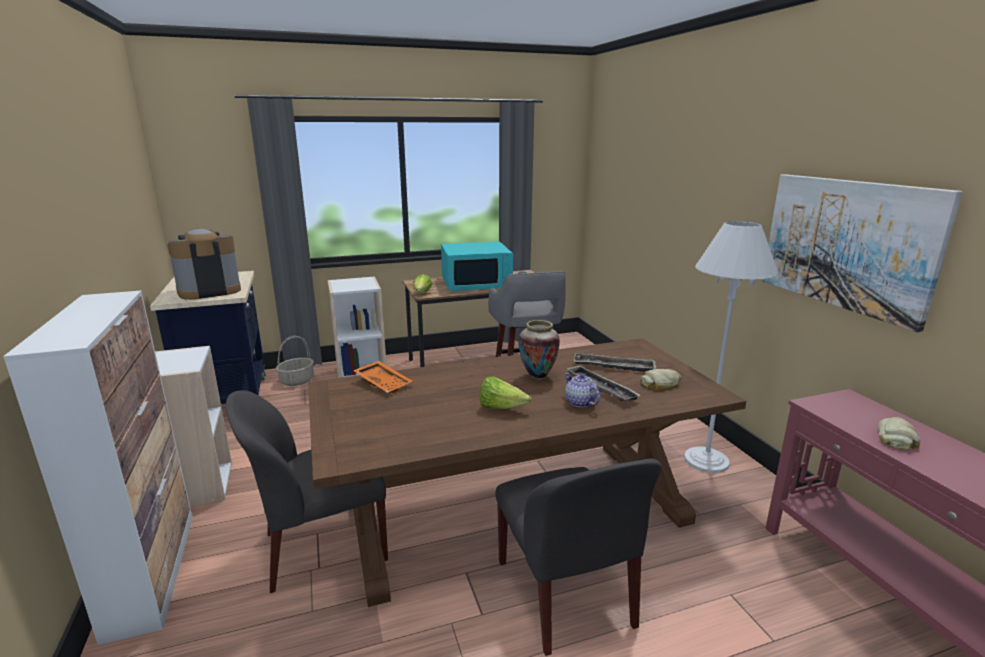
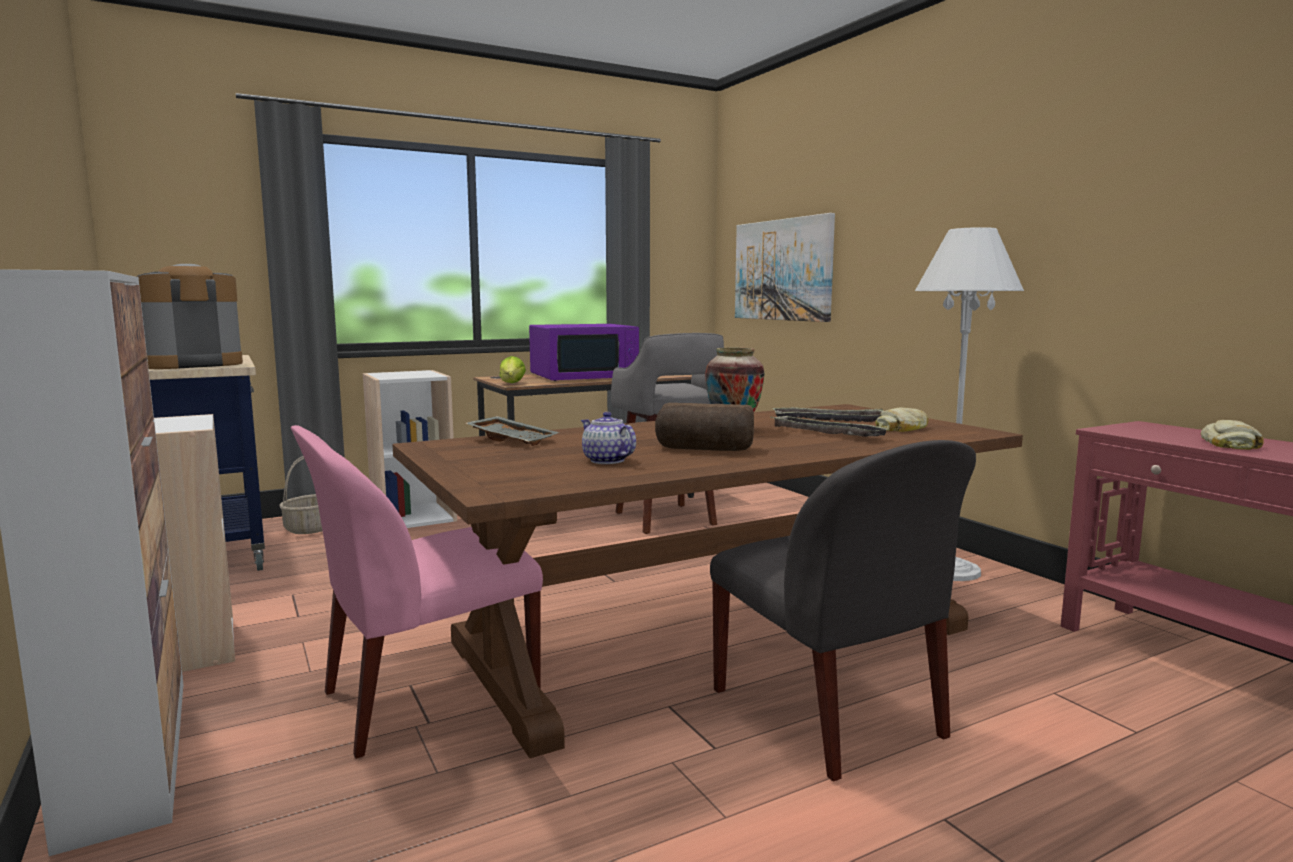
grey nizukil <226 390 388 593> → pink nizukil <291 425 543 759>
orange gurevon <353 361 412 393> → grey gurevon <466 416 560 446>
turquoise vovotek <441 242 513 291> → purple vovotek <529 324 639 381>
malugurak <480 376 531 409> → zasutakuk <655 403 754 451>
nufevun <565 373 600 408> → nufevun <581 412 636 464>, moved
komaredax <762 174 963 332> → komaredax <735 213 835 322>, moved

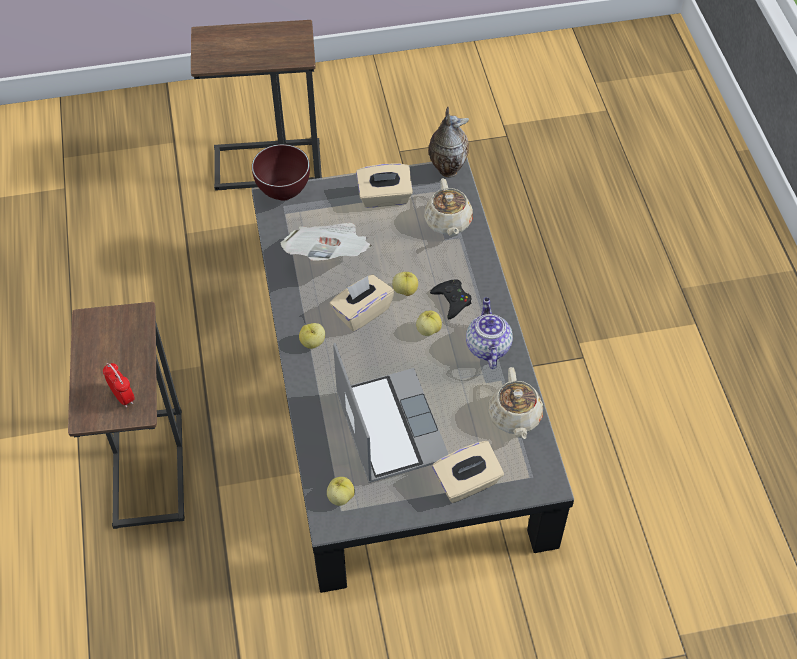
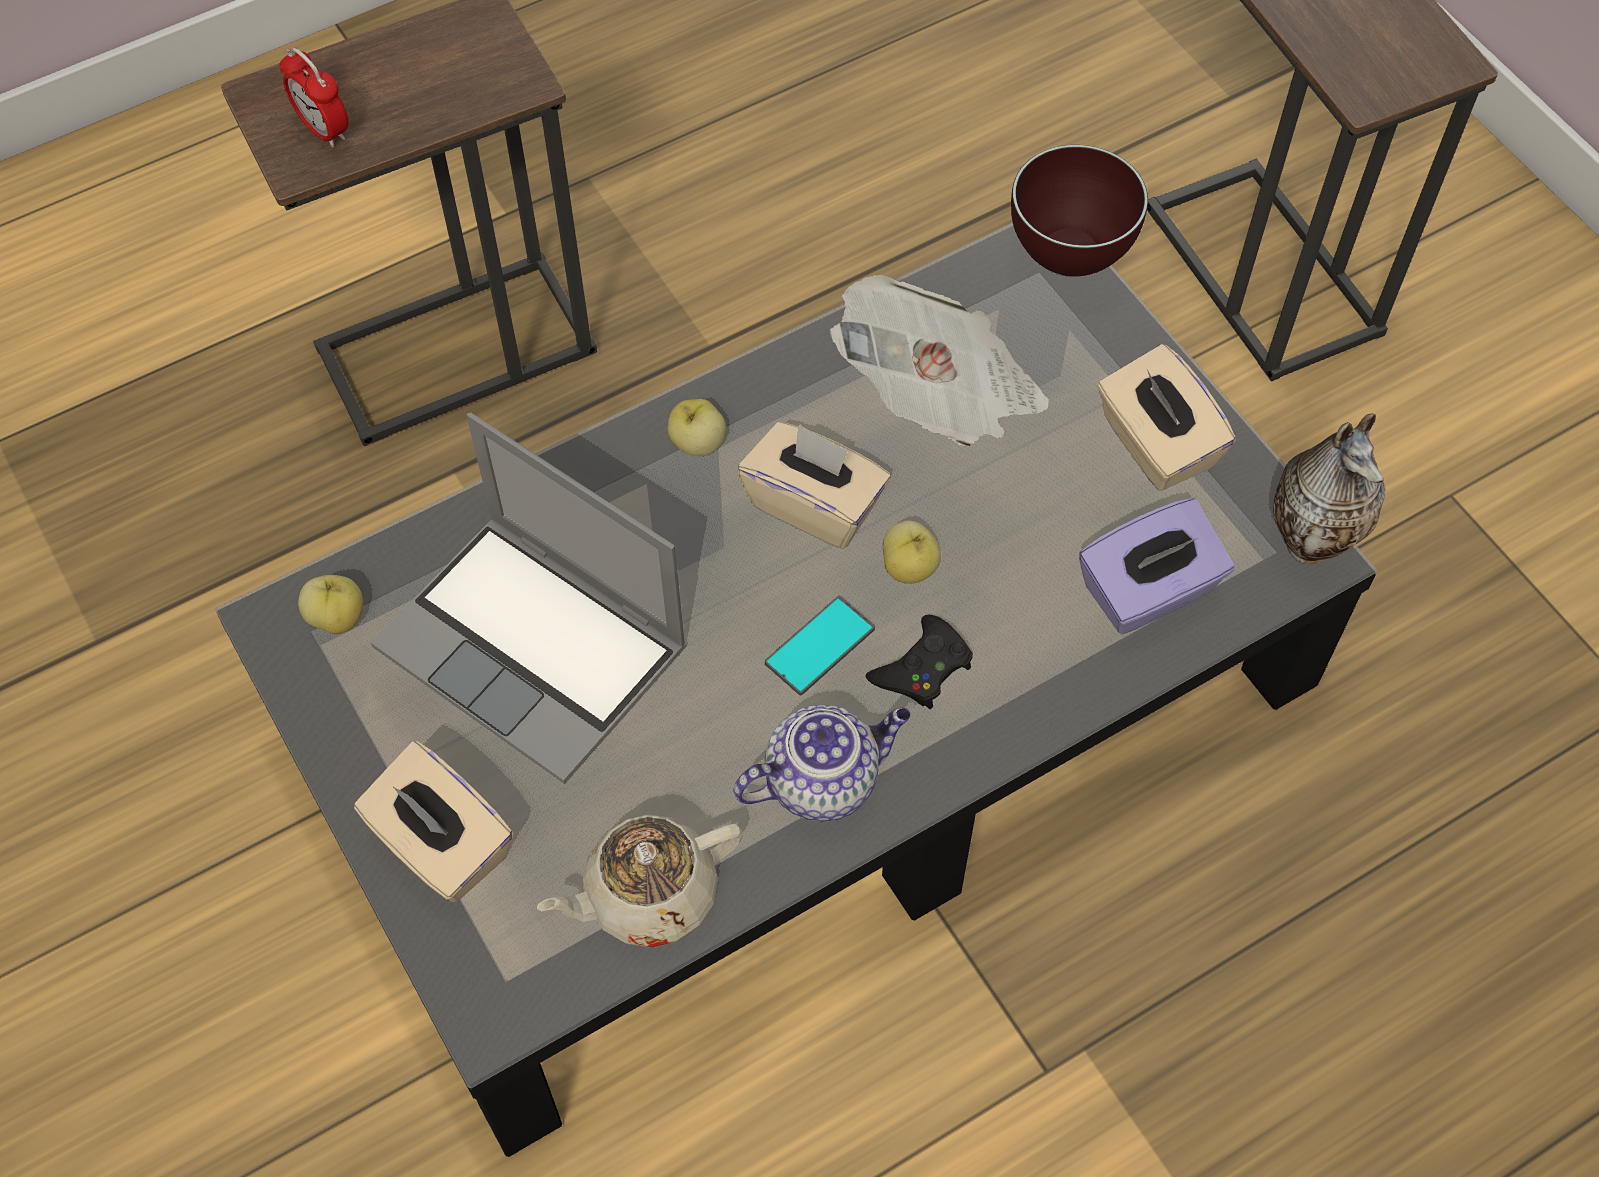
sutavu <103 363 135 408> → sutavu <279 48 349 147>, 105 degrees clockwise
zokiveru <333 343 449 483> → zokiveru <371 413 687 784>, 75 degrees clockwise
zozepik <416 311 442 336> → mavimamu <765 596 875 695>
beige nufevun <424 178 473 237> → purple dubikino <1079 498 1234 635>

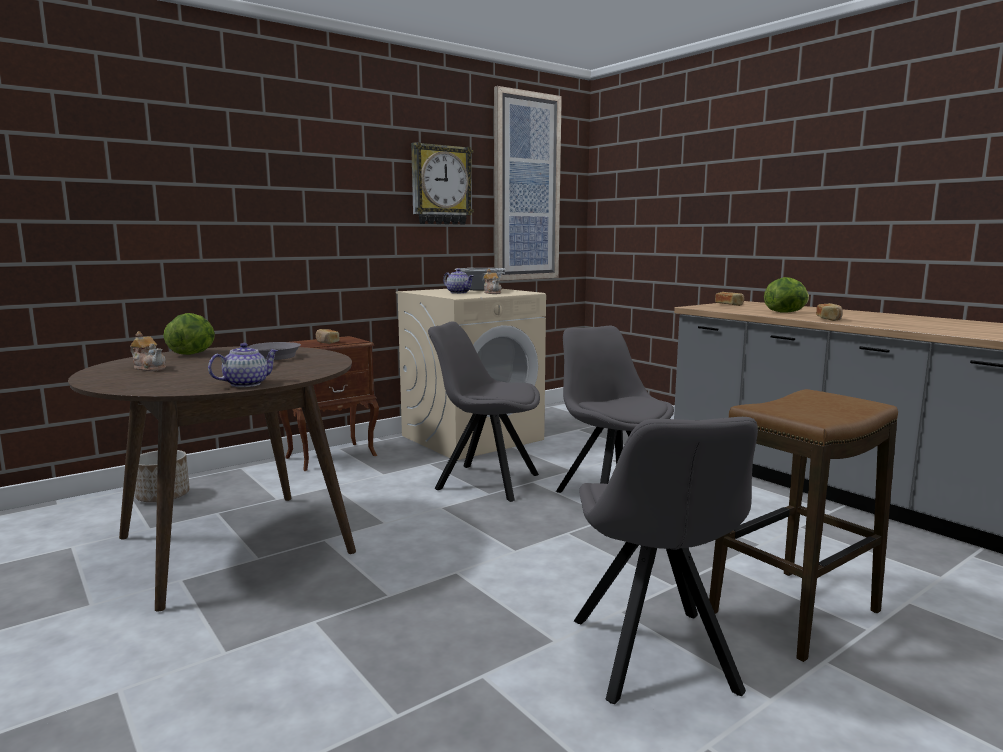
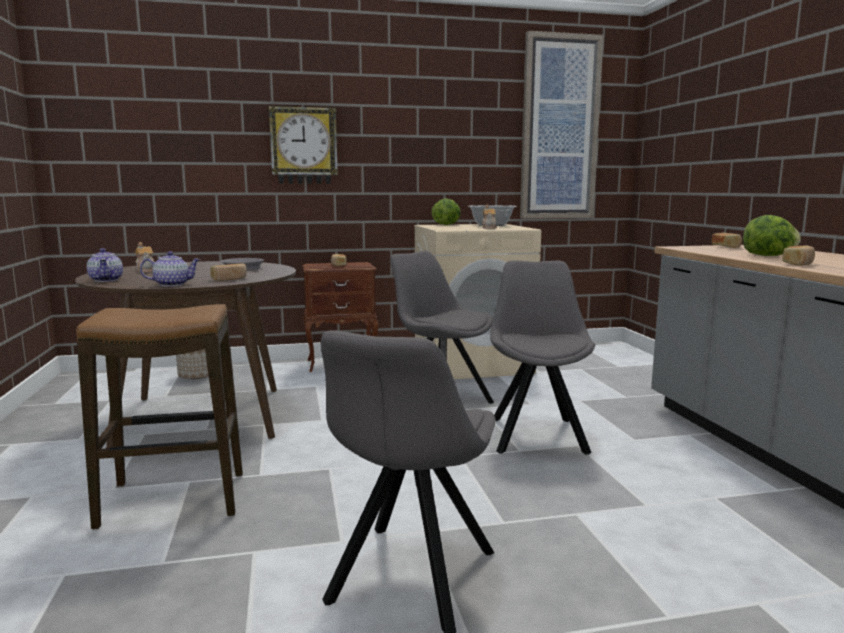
malugurak <163 313 215 355> → malugurak <431 198 461 225>, moved
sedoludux <411 142 474 224> → sedoludux <269 106 338 184>, moved
nufevun <443 269 474 294> → nufevun <87 248 123 282>, moved
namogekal <709 389 898 662> → namogekal <76 304 243 530>, moved
- → zasutakuk <210 263 246 281>

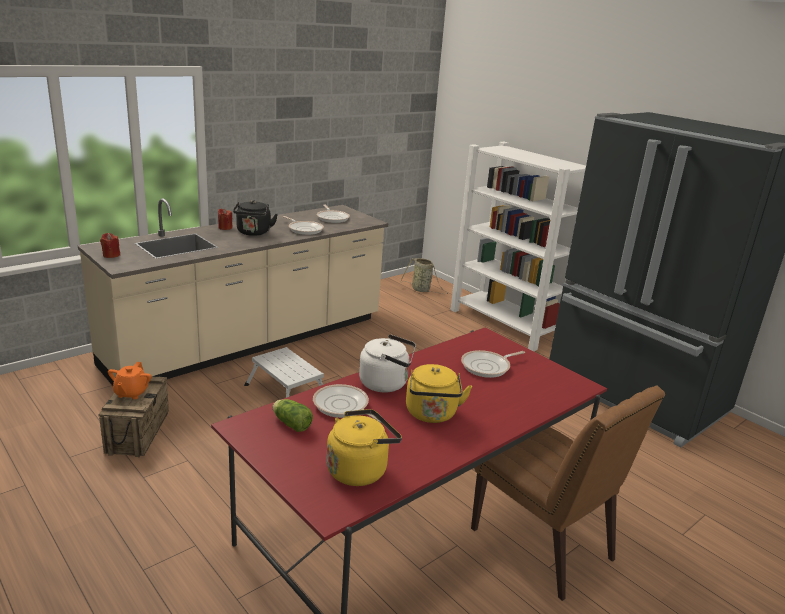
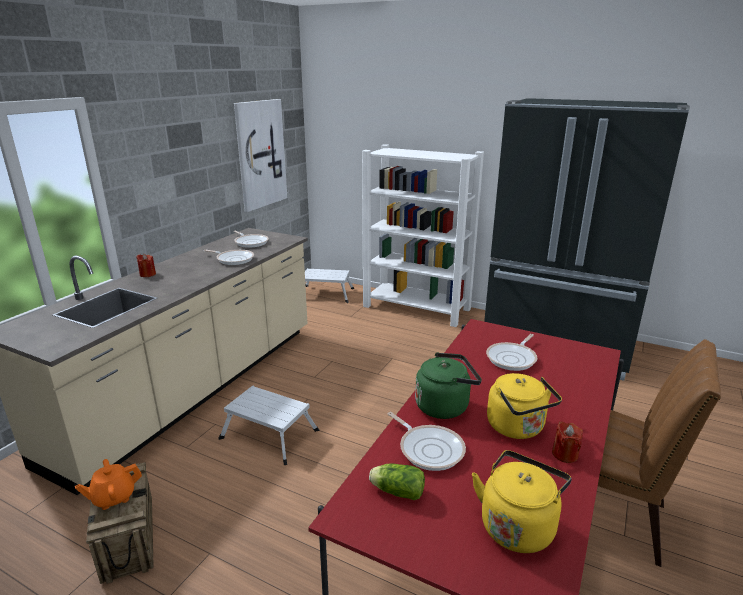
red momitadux <100 233 120 258> → red momitadux <552 421 583 463>, moved
orange nufevun <108 362 151 399> → orange nufevun <75 459 142 510>, 75 degrees clockwise
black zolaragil <233 200 278 236> → -
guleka <313 384 381 423> → guleka <388 412 466 471>, 150 degrees counterclockwise
white zolaragil <359 334 416 392> → green zolaragil <415 353 482 419>
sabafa <400 258 448 294> → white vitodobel <305 268 354 303>
- → komaredax <234 99 287 212>

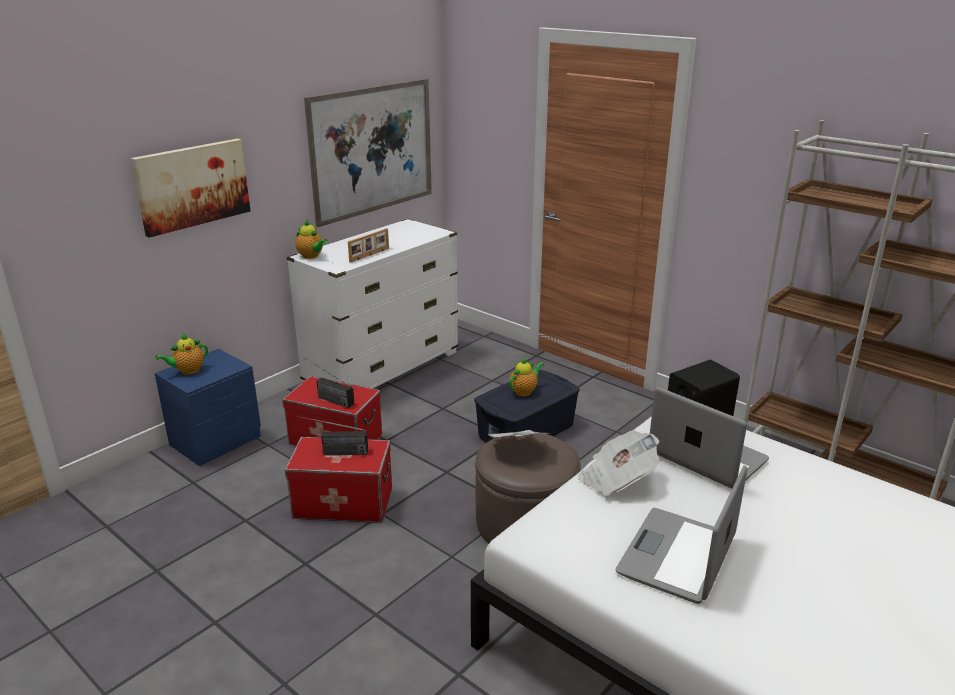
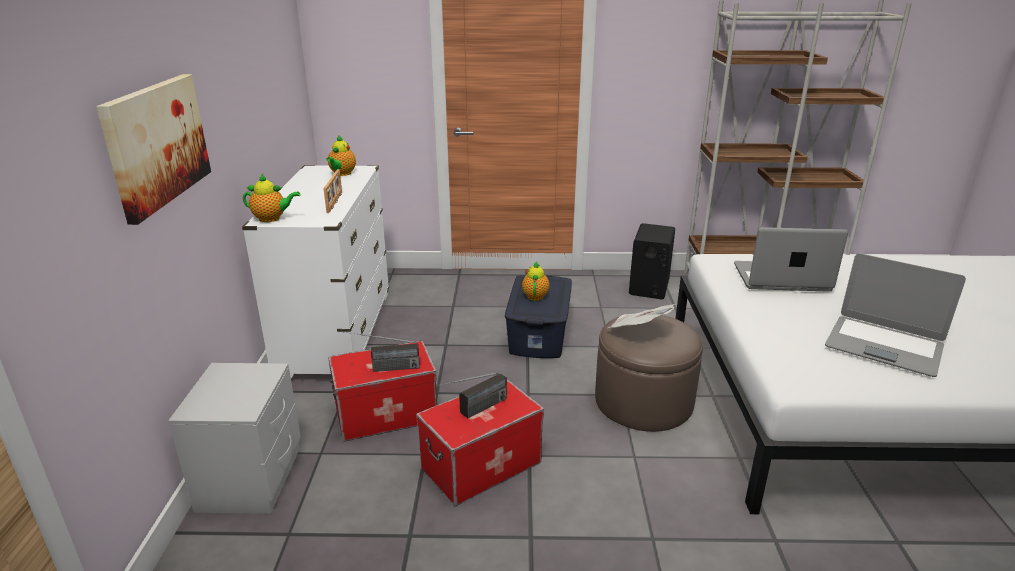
nufevun <155 333 208 375> → nufevun <326 135 356 176>, moved
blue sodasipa <155 349 261 466> → grey sodasipa <168 363 301 514>
komaredax <304 79 432 227> → -
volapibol <578 430 660 496> → -
zokiveru <616 465 747 604> → zokiveru <825 253 966 377>, 45 degrees counterclockwise

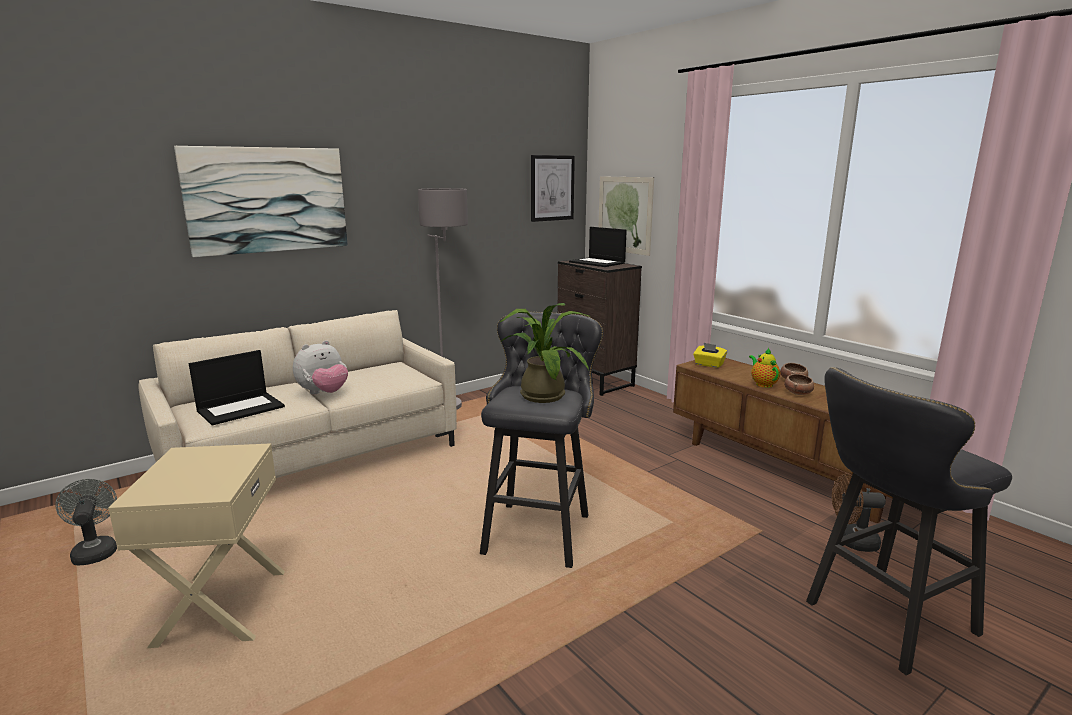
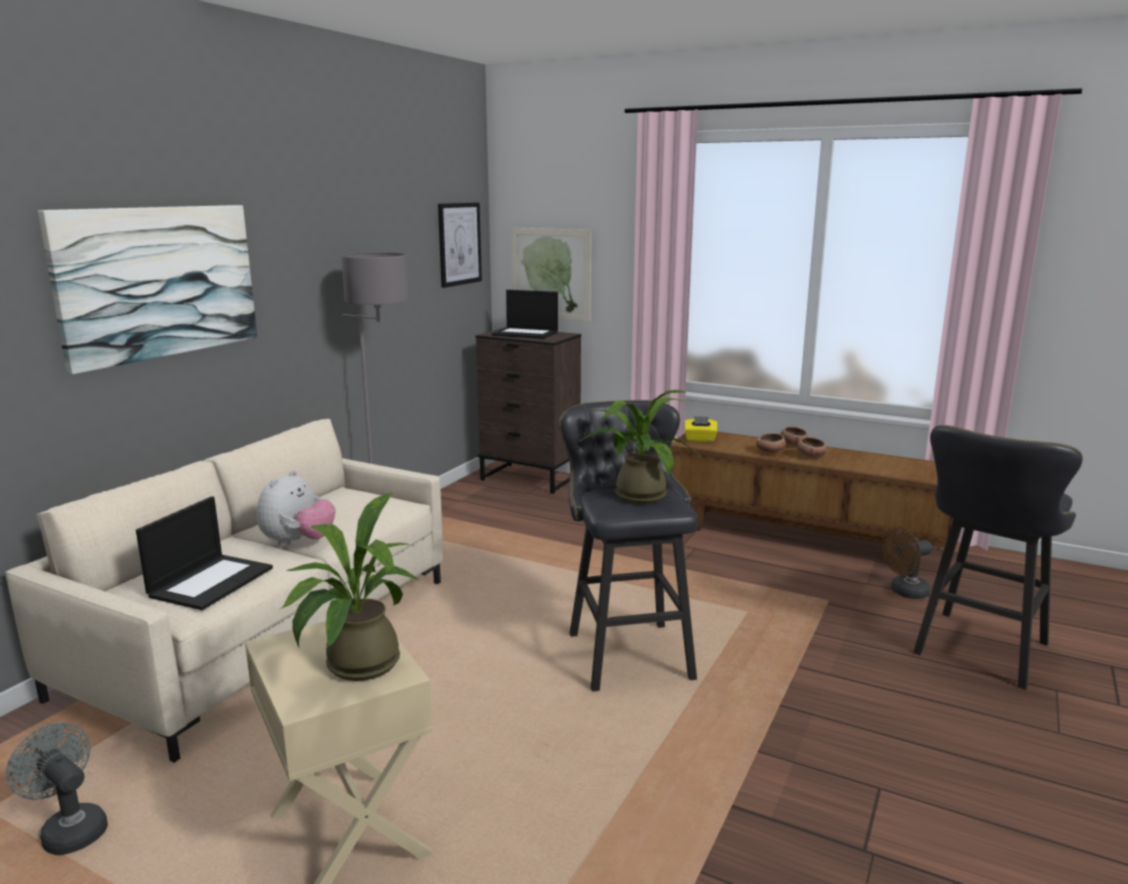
nufevun <749 348 780 388> → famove <756 433 786 454>
- → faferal <280 493 420 681>

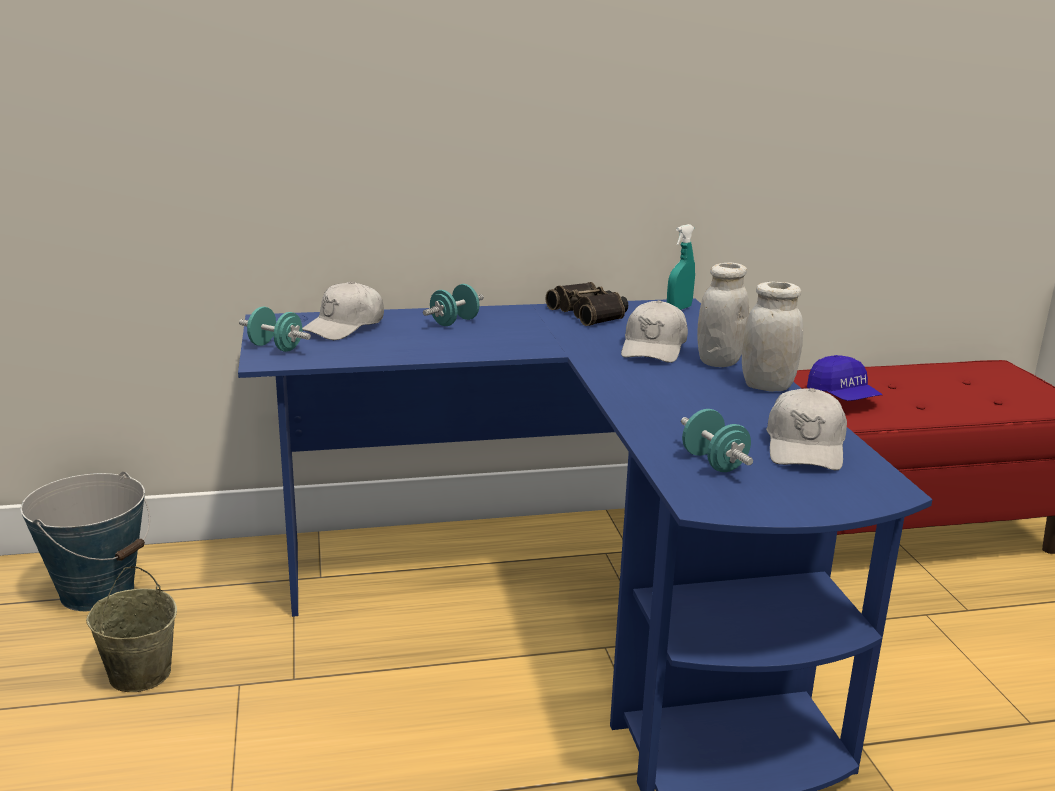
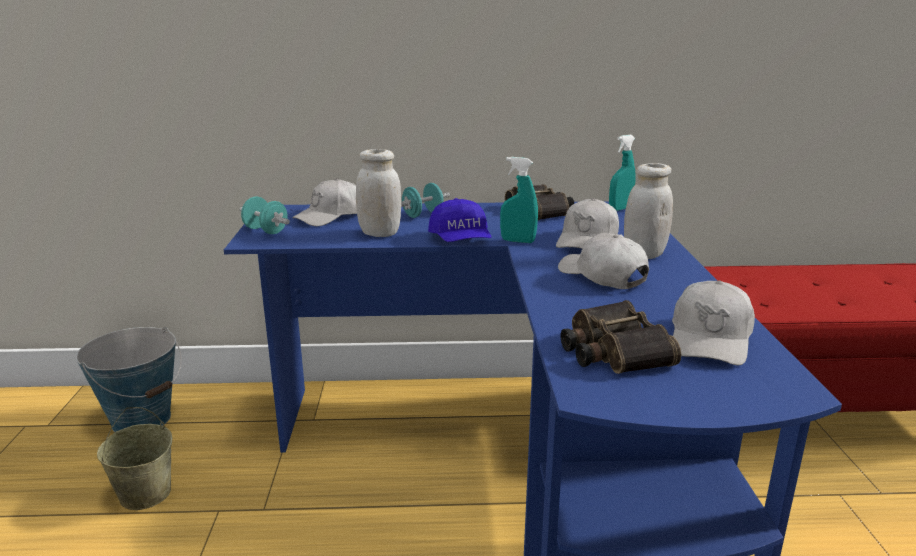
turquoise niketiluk <681 409 753 472> → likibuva <561 300 681 374>
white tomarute <742 282 803 392> → white tomarute <356 149 401 237>, moved
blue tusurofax <807 355 883 401> → blue tusurofax <428 198 491 242>, moved
- → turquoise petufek <500 157 538 243>
- → white tusurofax <558 233 649 289>

